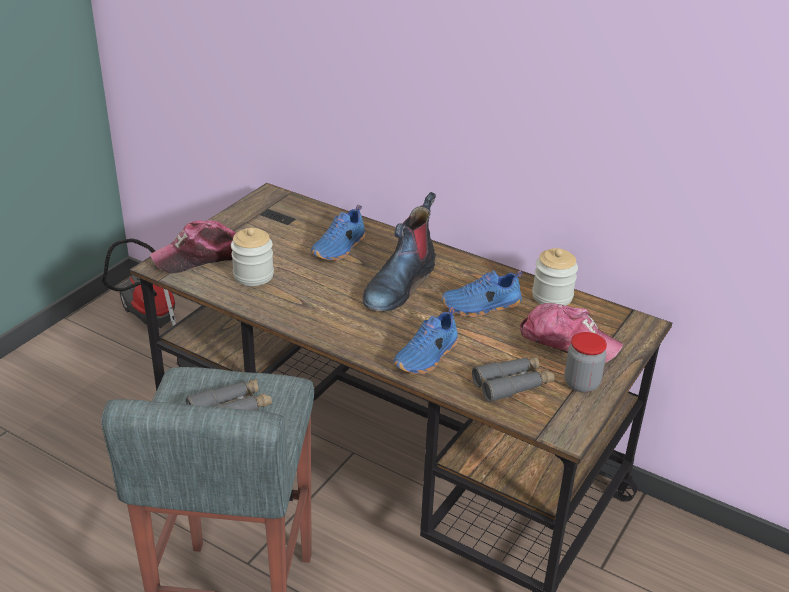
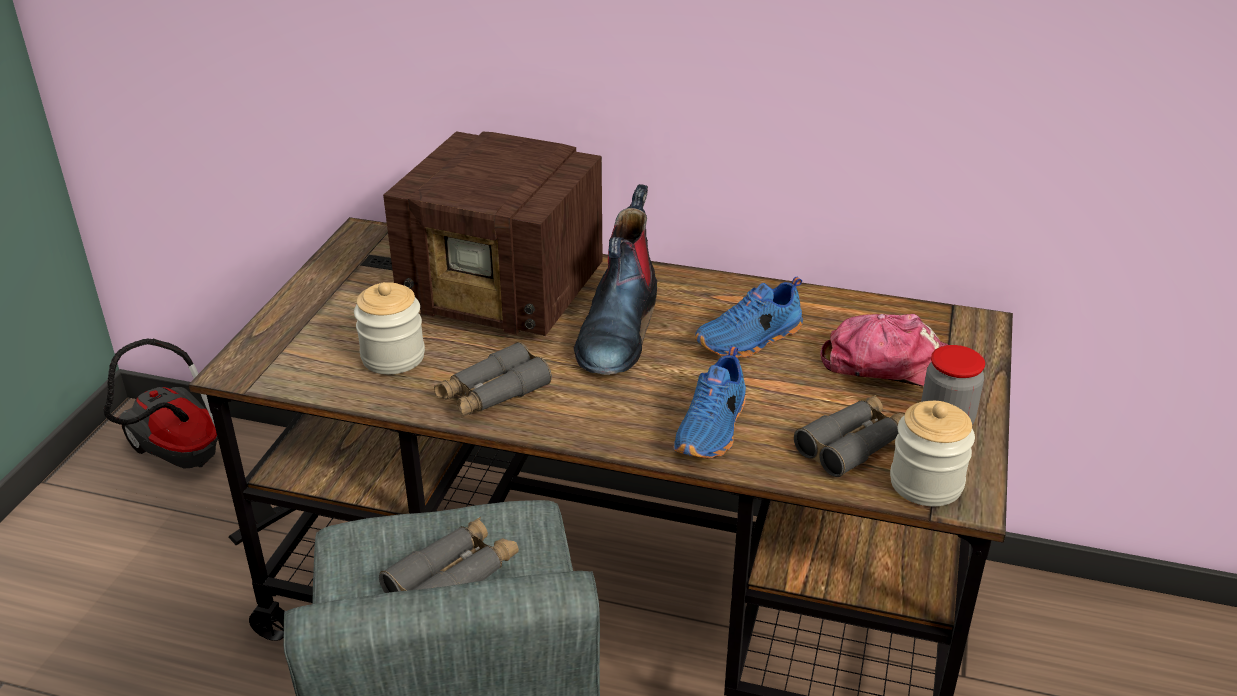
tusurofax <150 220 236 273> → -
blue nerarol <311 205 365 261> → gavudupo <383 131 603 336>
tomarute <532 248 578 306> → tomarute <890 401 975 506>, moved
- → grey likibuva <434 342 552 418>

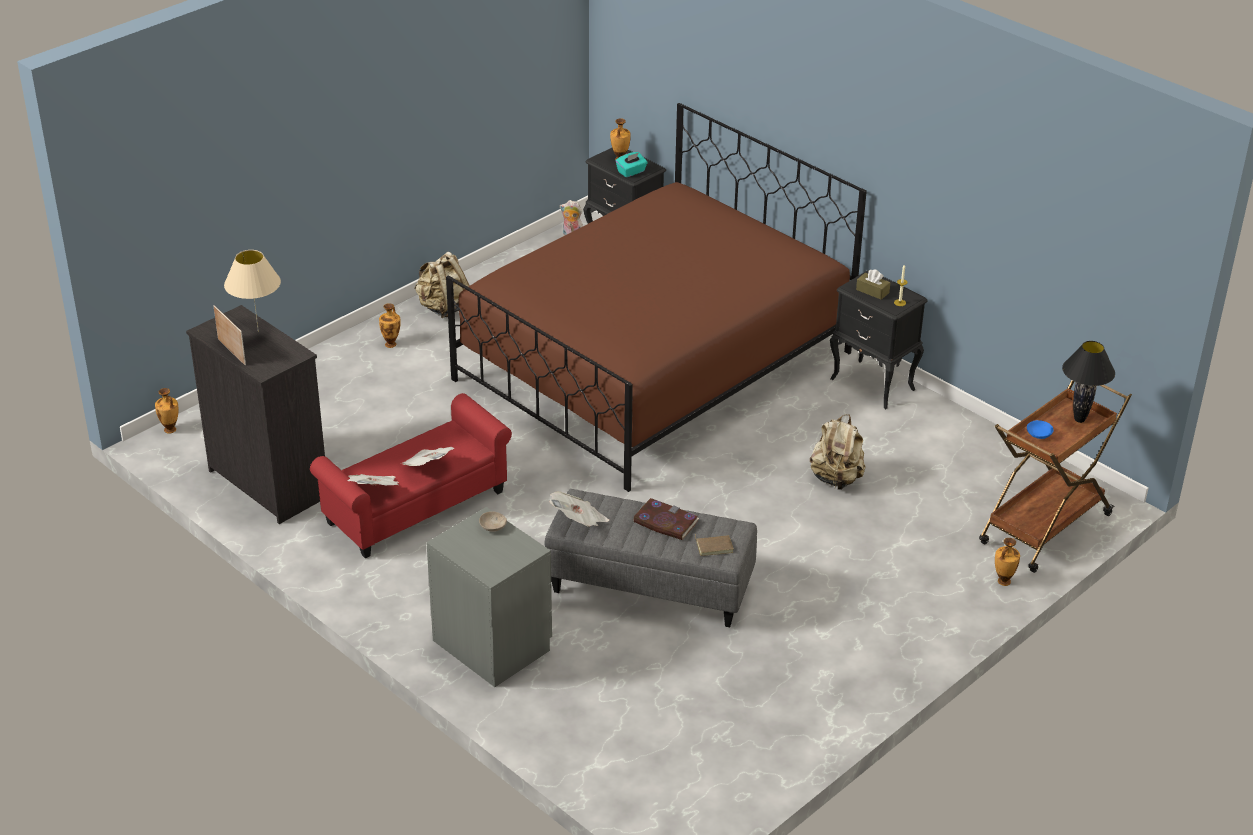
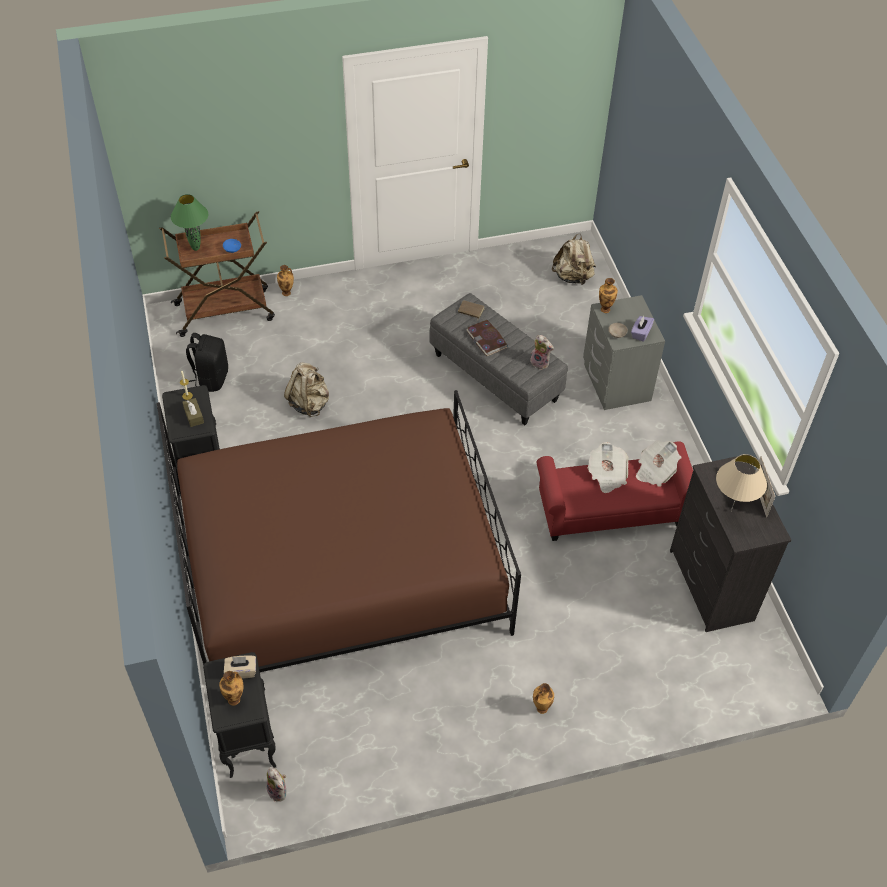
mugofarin <155 388 179 434> → mugofarin <599 278 618 313>, moved
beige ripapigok <414 252 470 318> → beige ripapigok <552 234 596 285>, moved
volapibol <549 491 609 527> → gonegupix <530 335 554 370>
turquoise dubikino <616 152 648 177> → beige dubikino <224 655 256 679>
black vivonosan <1062 341 1115 423> → green vivonosan <171 194 208 251>
- → black ripapigok <186 333 228 392>
- → purple dubikino <631 316 654 342>

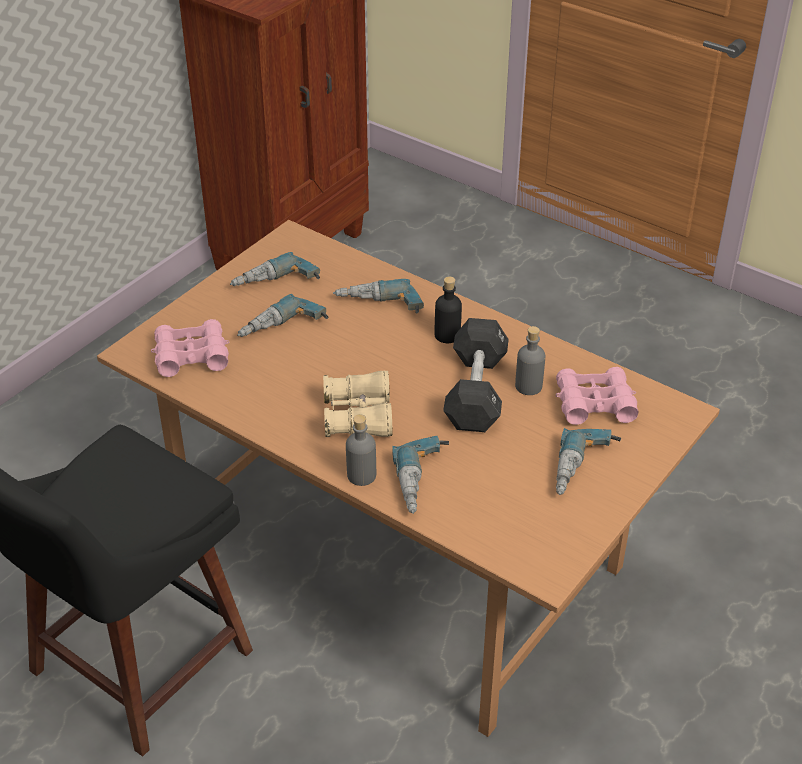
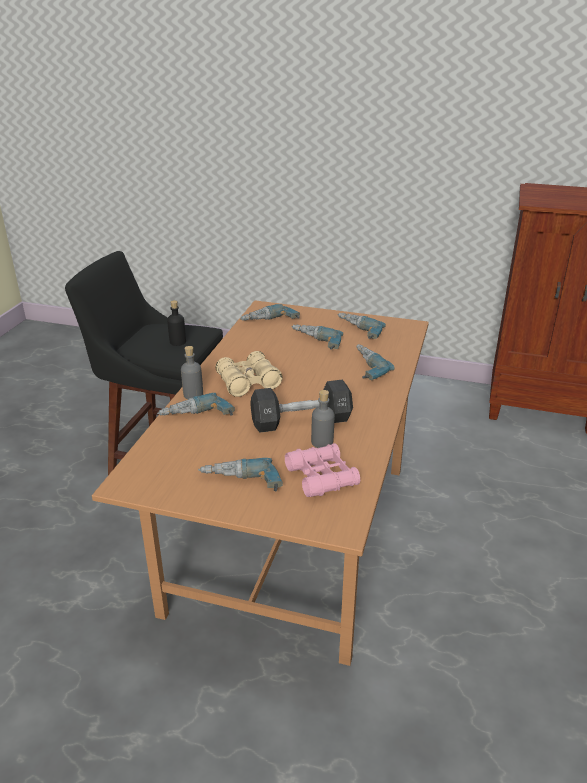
pink likibuva <151 319 229 377> → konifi <240 304 300 321>
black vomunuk <435 276 462 343> → black vomunuk <167 300 186 346>, moved

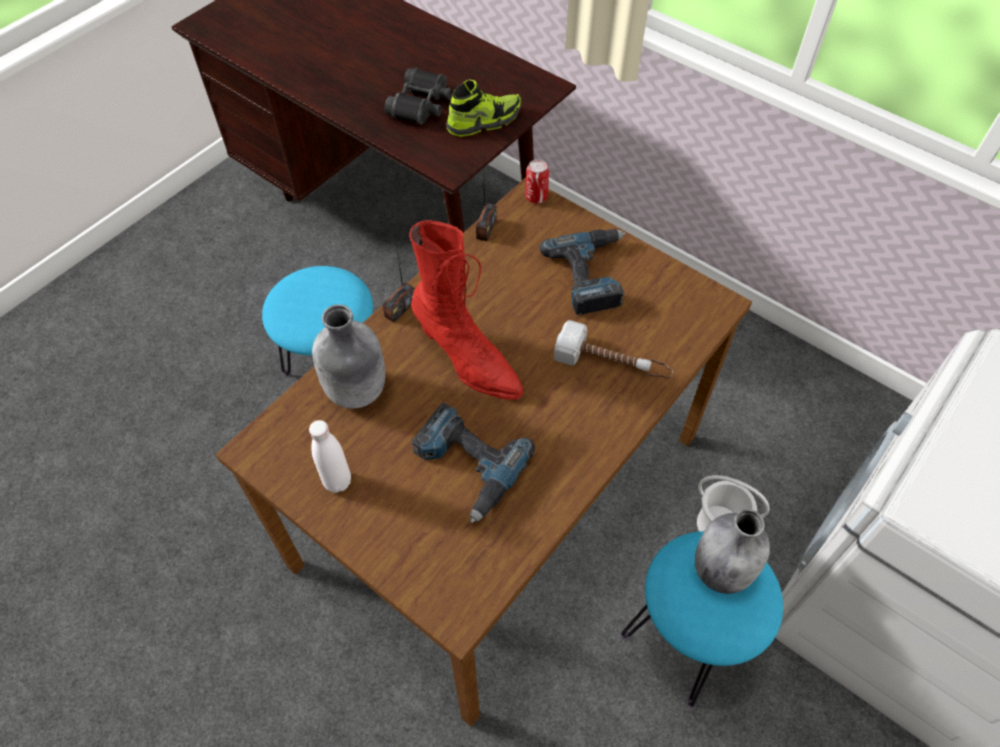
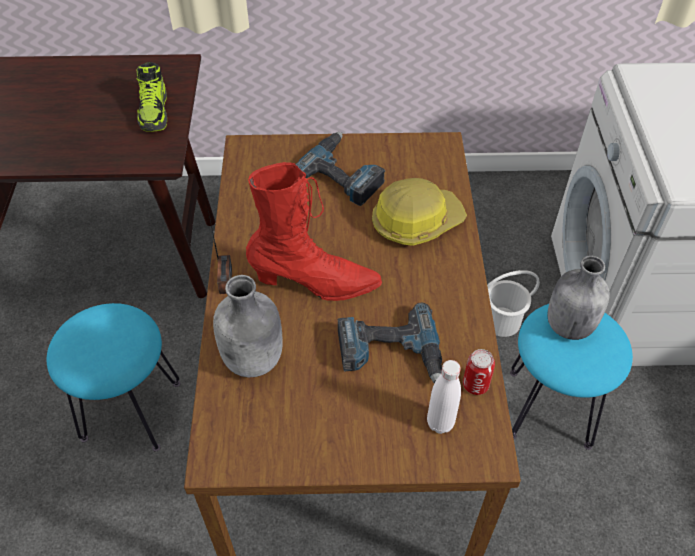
white vomunuk <309 420 351 493> → white vomunuk <427 360 461 434>, moved
black likibuva <385 68 452 124> → -
nerarol <446 79 522 137> → nerarol <136 62 167 132>, 150 degrees clockwise
gavudupo <476 151 497 241> → -
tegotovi <525 160 549 204> → tegotovi <463 349 495 395>, moved
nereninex <554 320 673 379> → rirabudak <372 178 467 246>

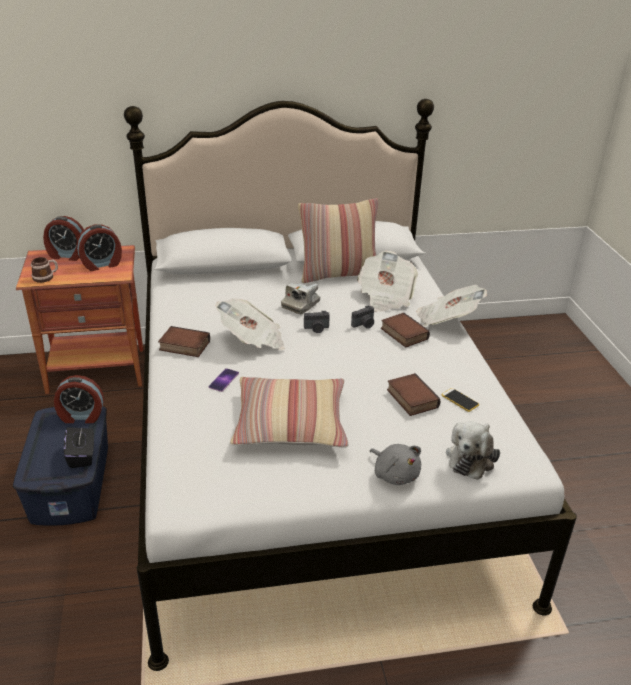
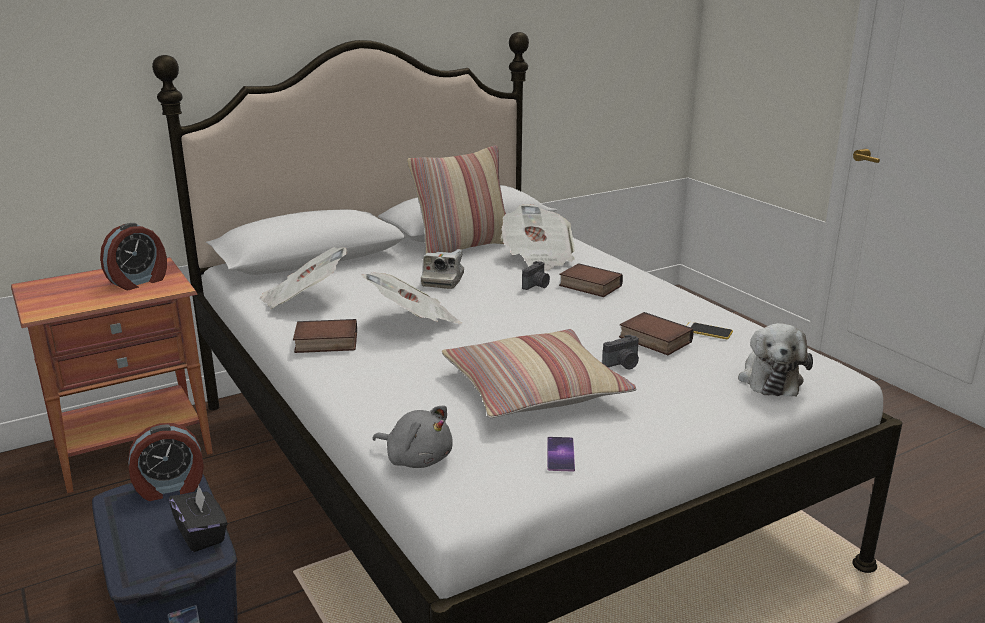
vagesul <31 257 58 283> → -
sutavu <43 216 84 261> → -
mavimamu <208 368 239 392> → mavimamu <547 437 575 472>, moved
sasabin <304 311 330 333> → sasabin <602 334 639 370>, moved
grey gonegupix <370 444 421 485> → grey gonegupix <373 405 453 468>, moved
volapibol <416 285 487 326> → volapibol <260 247 347 309>, moved

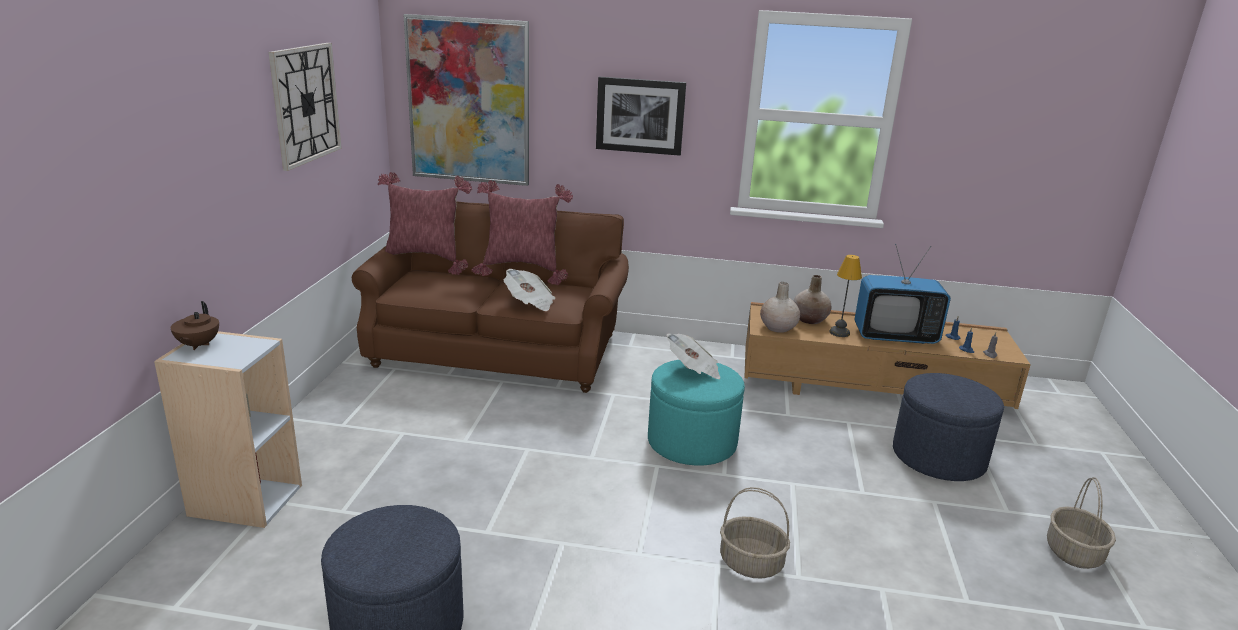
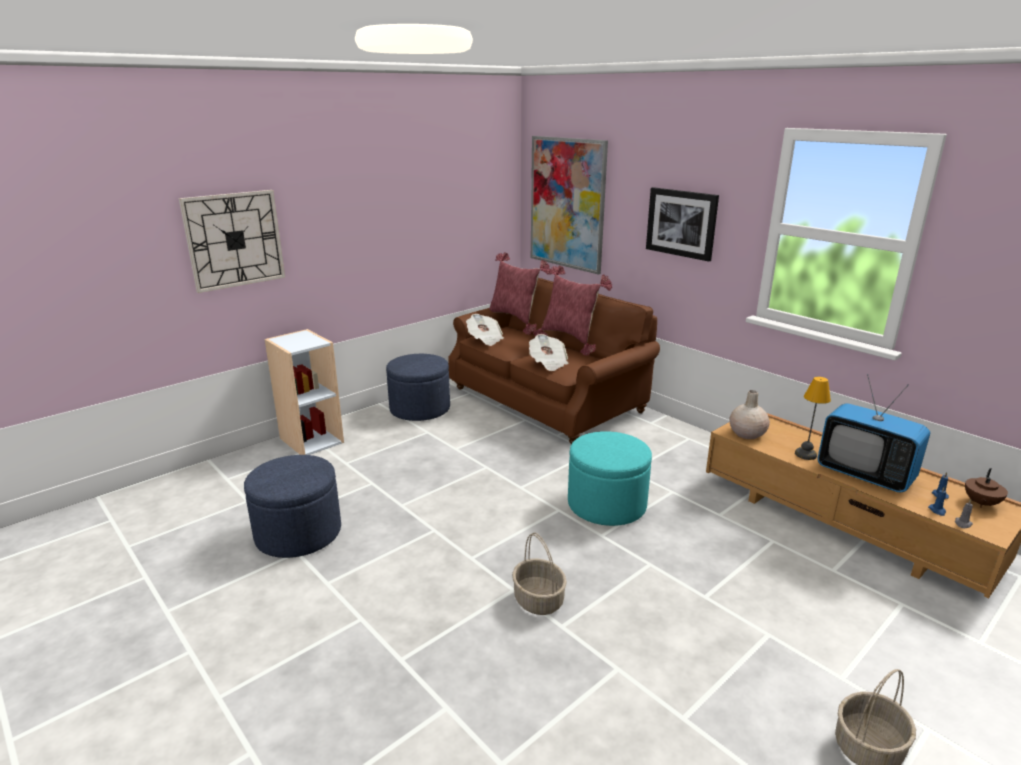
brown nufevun <171 301 219 350> → brown nufevun <965 468 1008 508>, moved
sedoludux <269 43 342 171> → sedoludux <179 190 285 293>, moved
volapibol <666 333 720 379> → volapibol <466 314 504 346>, moved
beige mugofarin <793 275 831 324> → -
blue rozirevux <893 373 1004 481> → blue rozirevux <386 354 450 421>, moved

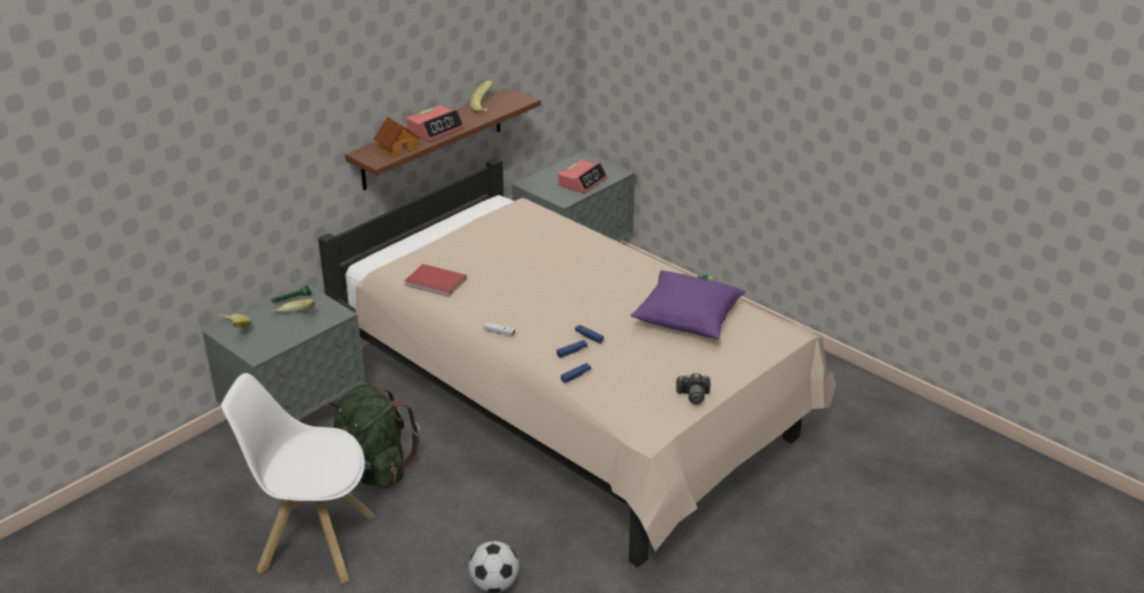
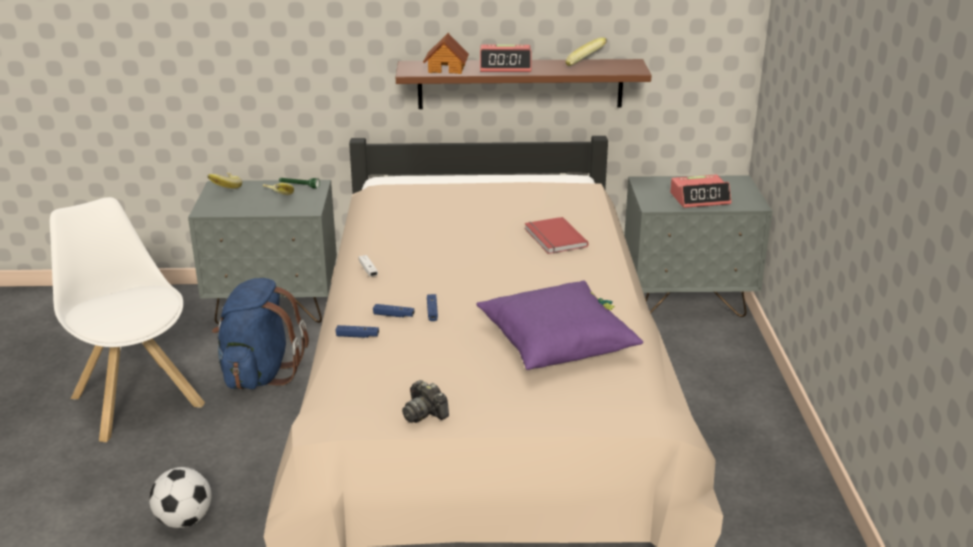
green ripapigok <334 384 420 489> → blue ripapigok <212 278 309 390>
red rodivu <405 264 467 297> → red rodivu <524 217 588 254>, moved

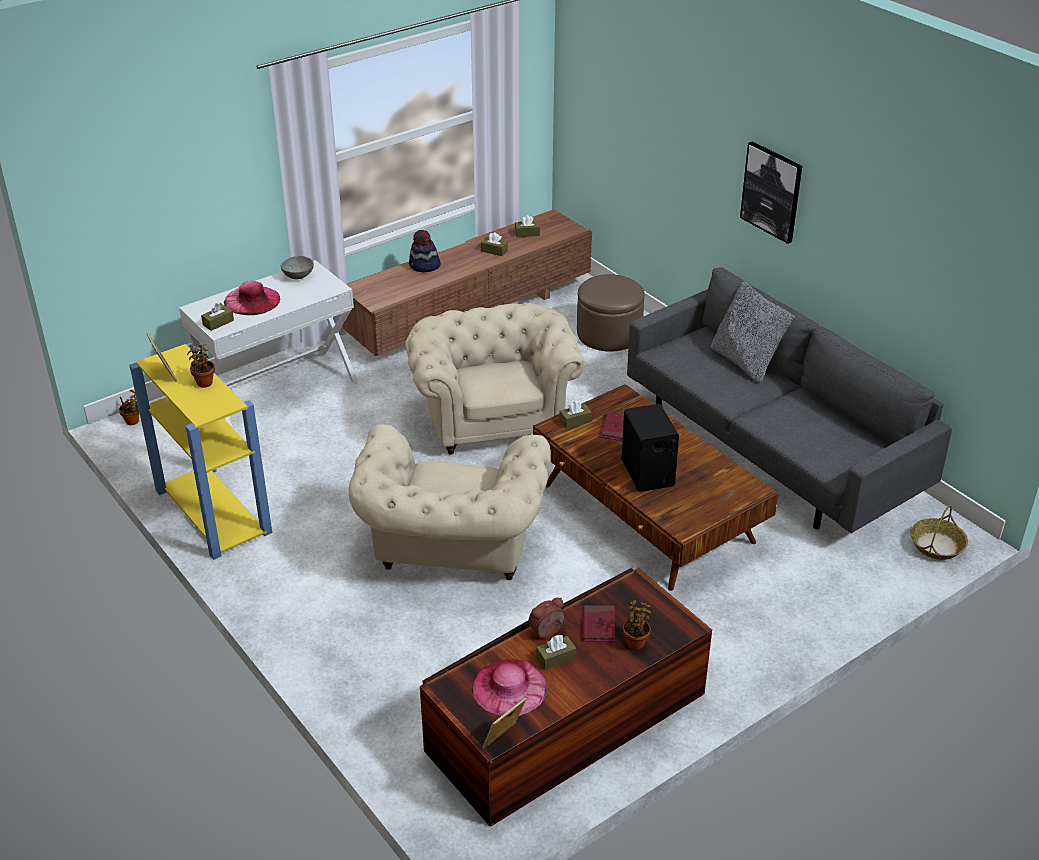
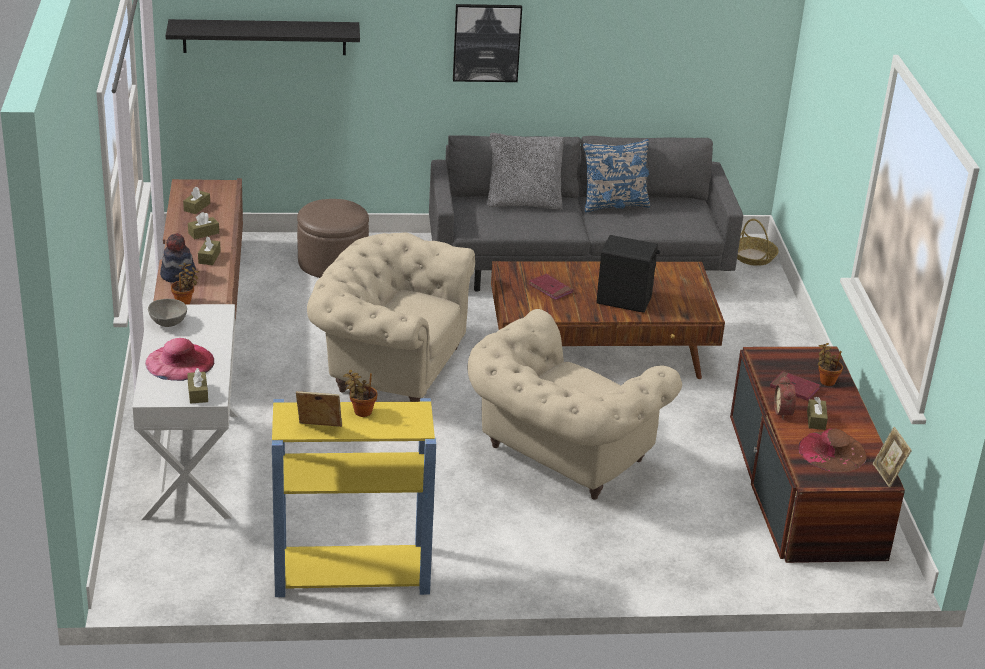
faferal <119 390 139 425> → faferal <171 263 199 304>, moved
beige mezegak <349 424 551 580> → beige mezegak <468 309 682 500>, 90 degrees clockwise
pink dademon <472 659 547 716> → brown dademon <799 428 867 472>
brown dubikino <559 401 592 429> → brown dubikino <198 236 221 265>, moved
- → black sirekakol <166 19 360 55>
- → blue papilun <583 139 650 213>

